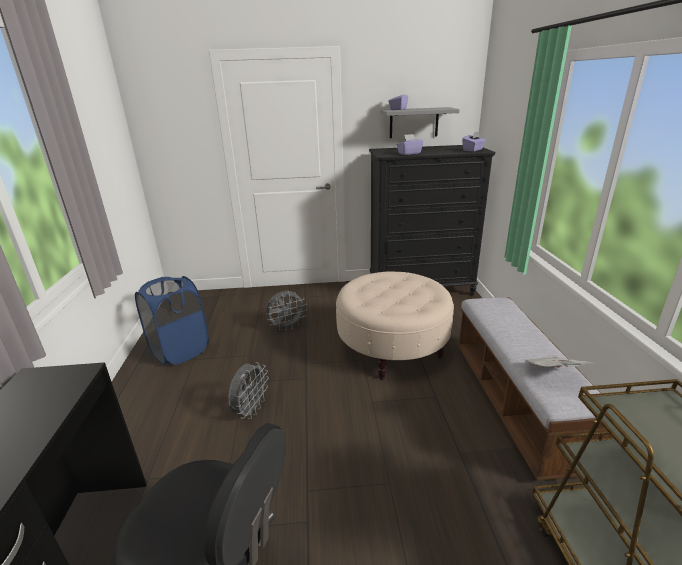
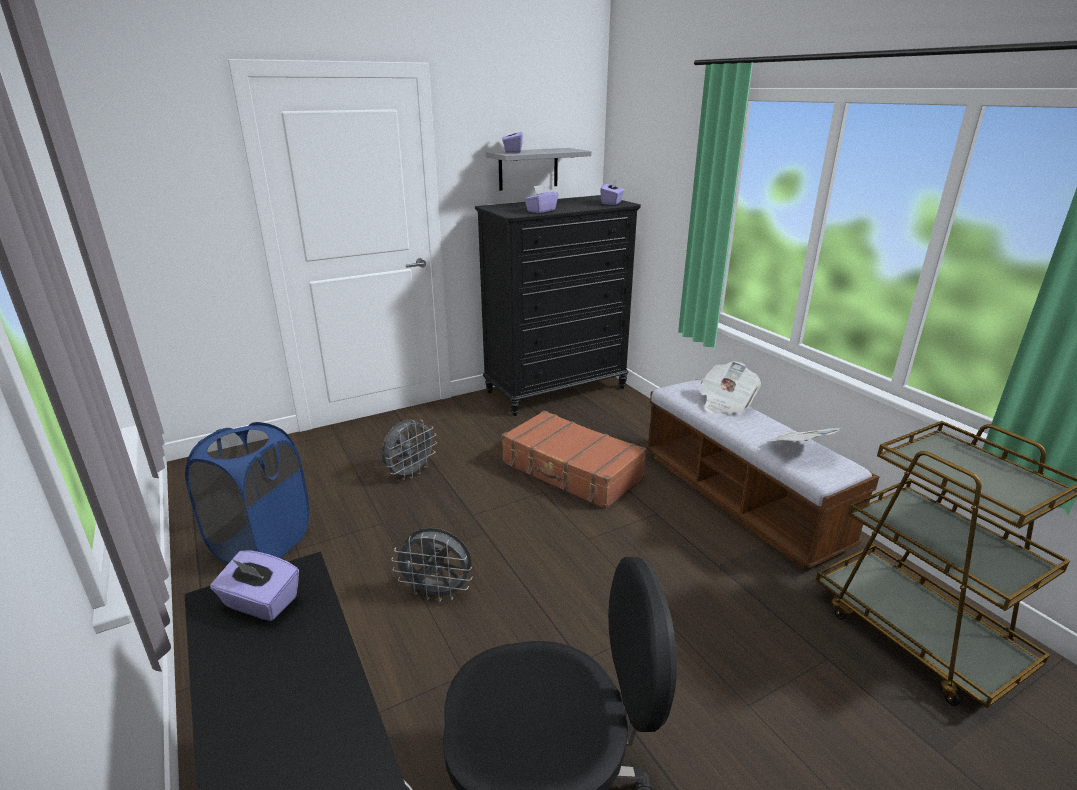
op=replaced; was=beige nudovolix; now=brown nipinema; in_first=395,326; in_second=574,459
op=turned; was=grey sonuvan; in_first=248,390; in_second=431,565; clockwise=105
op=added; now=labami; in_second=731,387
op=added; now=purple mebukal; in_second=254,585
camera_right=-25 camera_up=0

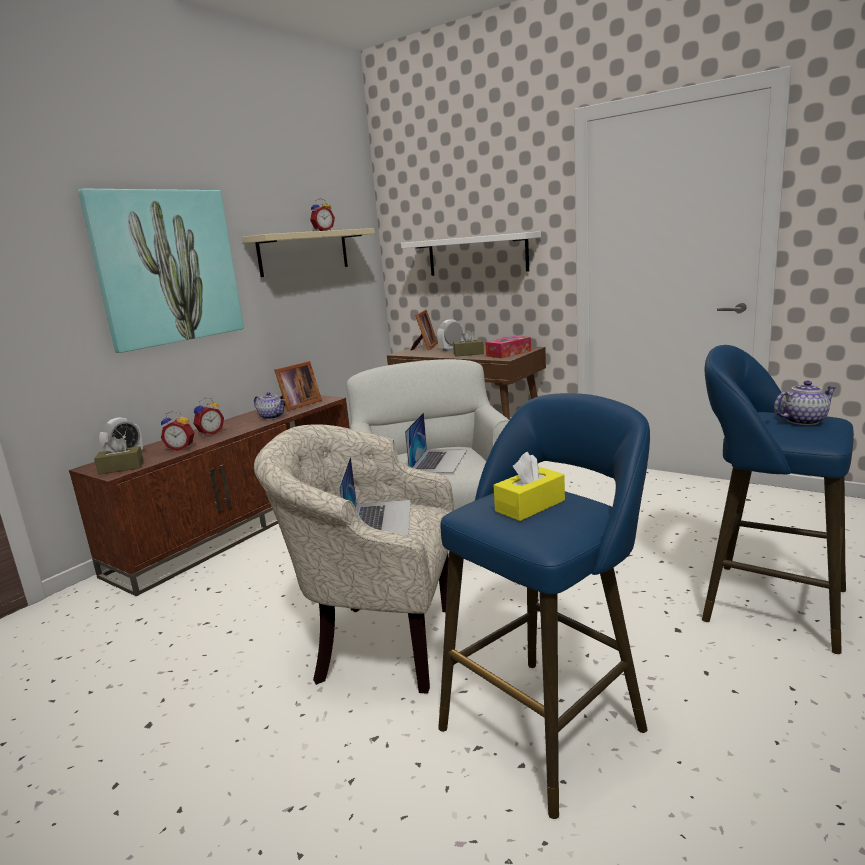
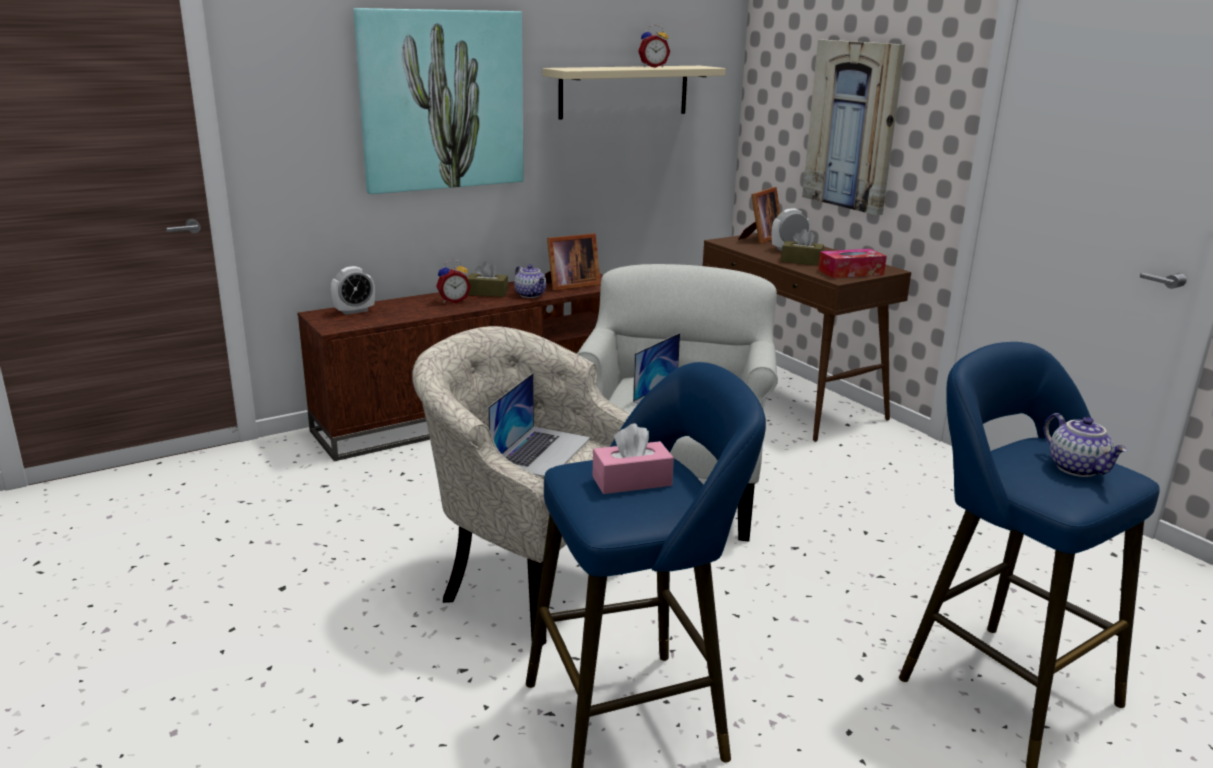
op=replaced; was=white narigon; now=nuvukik; in_first=471,253; in_second=853,128
op=turned; was=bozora; in_first=805,403; in_second=1085,445; clockwise=60
op=removed; was=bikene; in_first=178,431
op=moved; was=brown mebukal; in_first=119,455; in_second=487,279
op=recoloured; was=yellow mebukal; now=pink mebukal; in_first=529,486; in_second=633,458
camera_right=20 camera_up=5

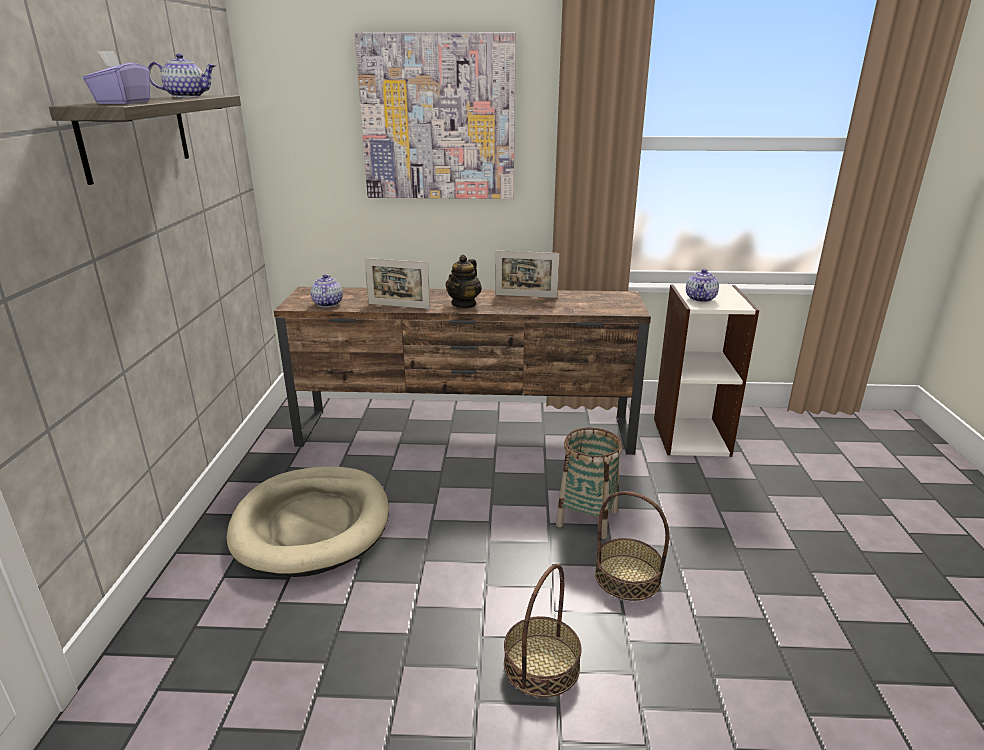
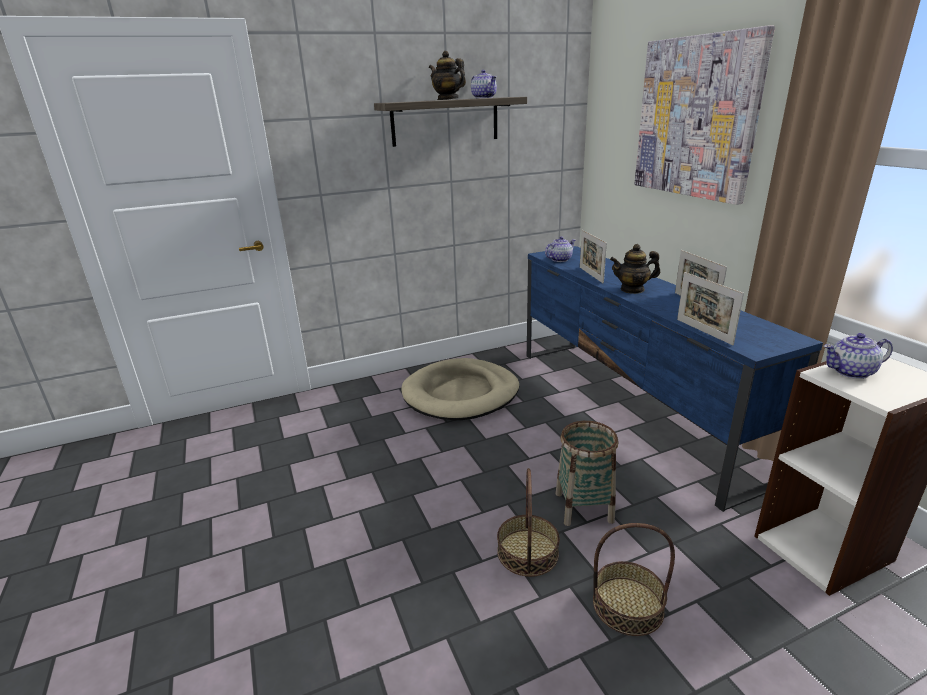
op=removed; was=purple mebukal; in_first=116,77
op=recoloured; was=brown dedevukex; now=blue dedevukex; in_first=462,371; in_second=675,379
op=moved; was=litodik; in_first=543,631; in_second=634,579
op=added; now=bozora; in_second=447,75
op=added; now=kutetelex; in_second=710,308
camera_right=65 camera_up=0

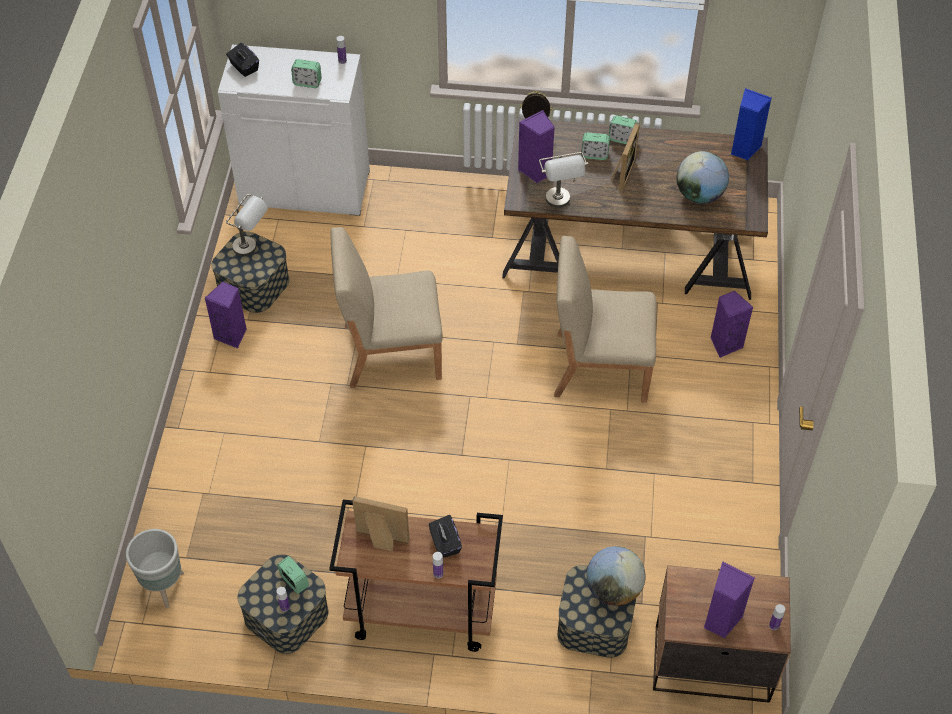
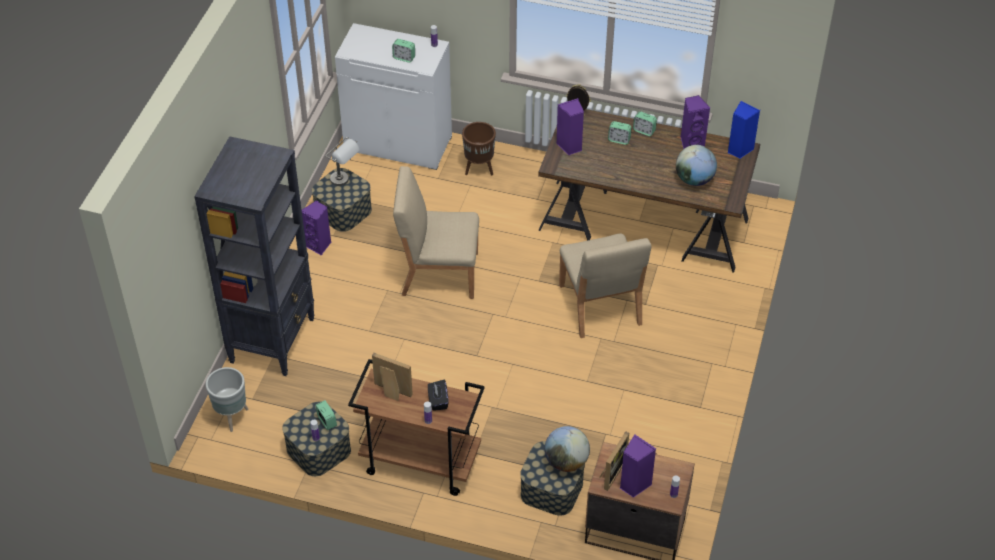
op=removed; was=black mebukal; in_first=242,60
op=moved; was=kutetelex; in_first=625,157; in_second=614,461
op=removed; was=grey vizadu; in_first=563,180
op=turned; was=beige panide; in_first=605,319; in_second=605,286; clockwise=-120
op=moved; was=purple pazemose; in_first=731,324; in_second=695,122
op=added; now=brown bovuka; in_second=479,148
op=added; now=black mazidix; in_second=254,256
camera_right=10 camera_up=-5

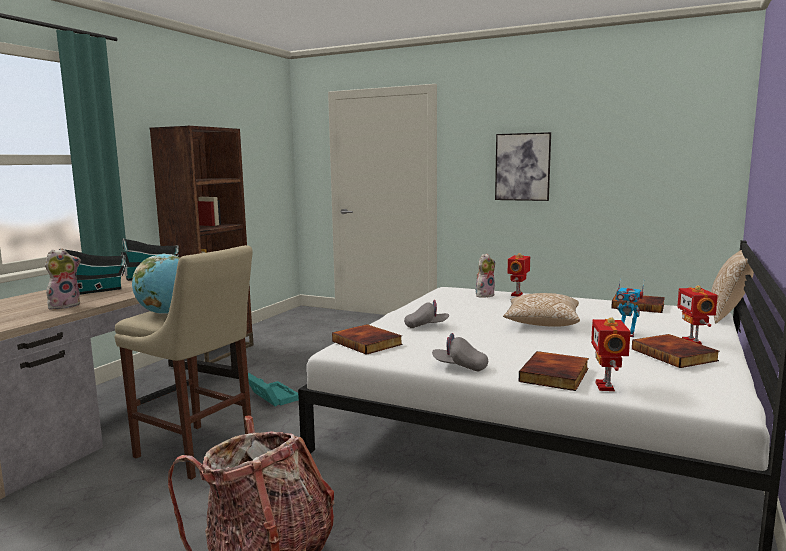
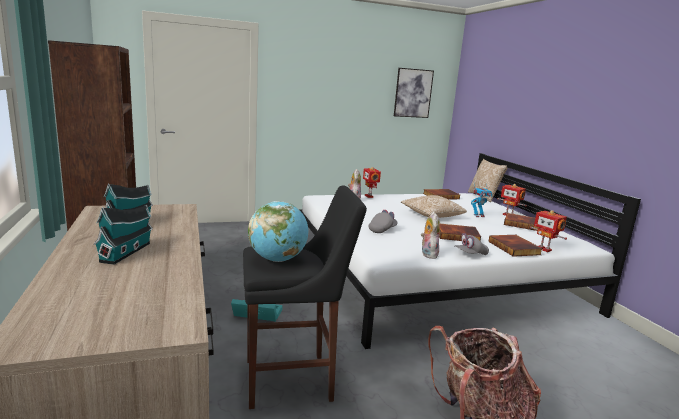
op=moved; was=nuvukik; in_first=523,166; in_second=414,93
op=recoloured; was=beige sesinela; now=black sesinela; in_first=184,362; in_second=305,297
op=moved; was=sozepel; in_first=63,279; in_second=430,235
op=moved; was=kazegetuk; in_first=367,339; in_second=460,232
camera_right=-45 camera_up=5

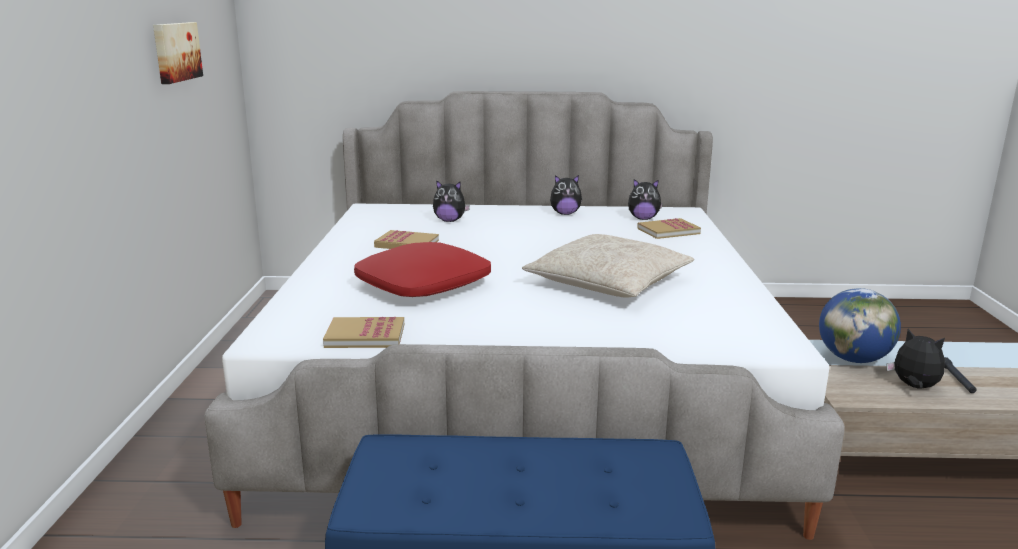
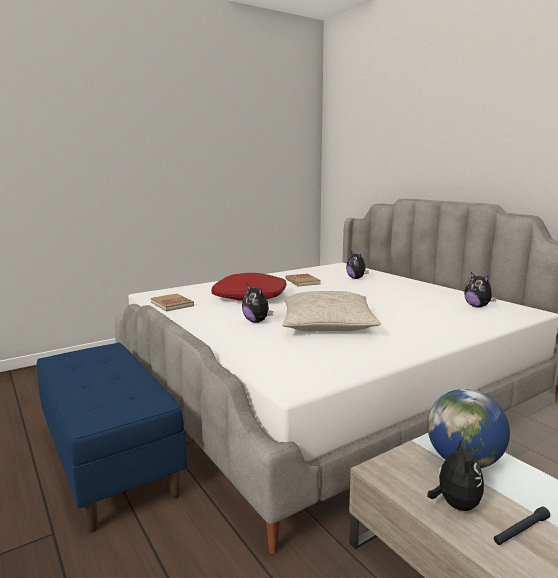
op=removed; was=nuvukik; in_first=178,53
op=moved; was=sozepel; in_first=566,195; in_second=257,304
op=removed; was=kazegetuk; in_first=669,228
camera_right=55 camera_up=-5

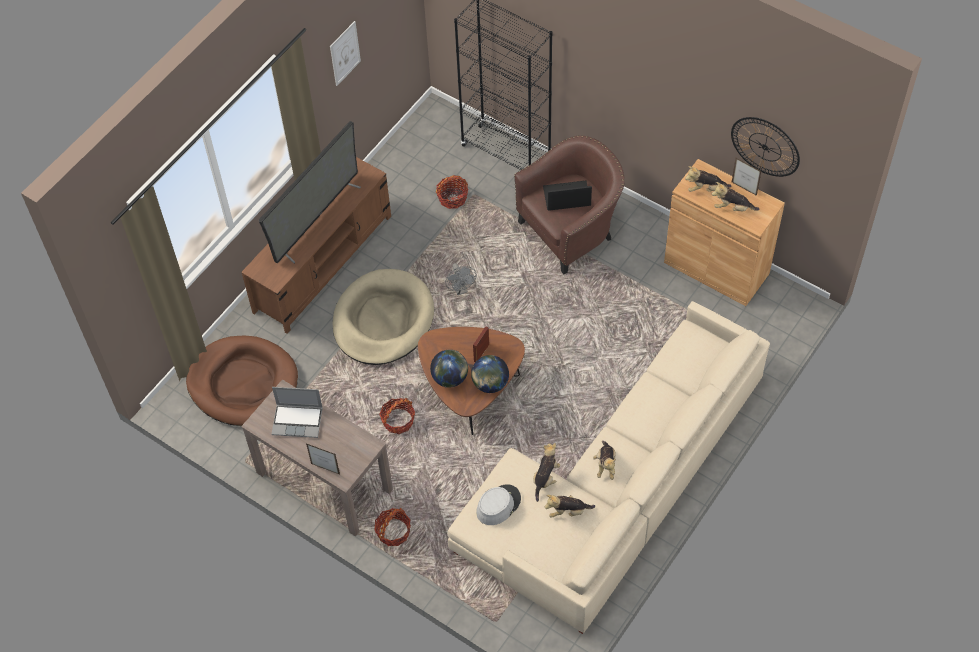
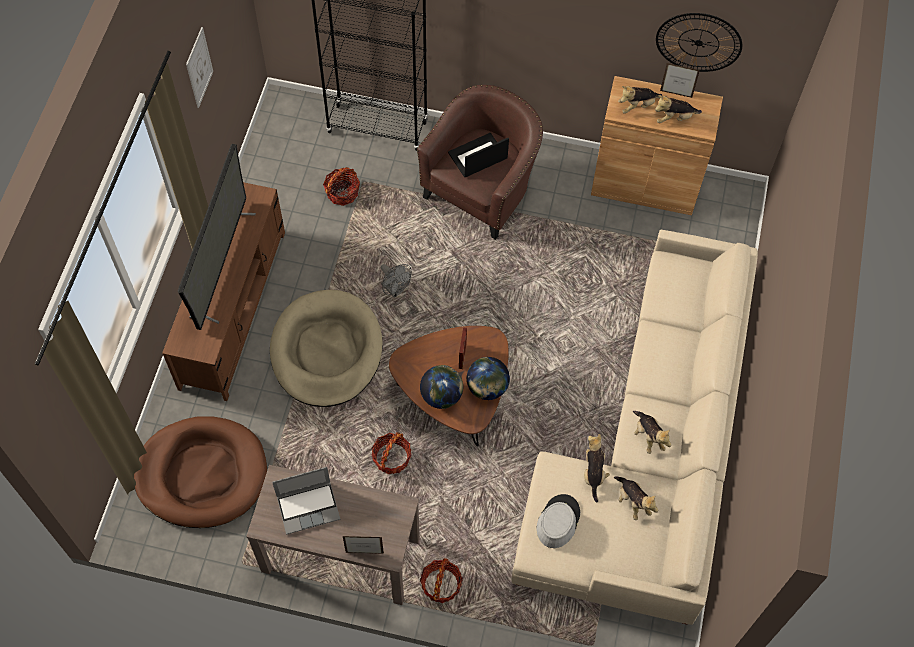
op=turned; was=sozepel; in_first=570,506; in_second=636,498; clockwise=-90
camera_right=-25 camera_up=5

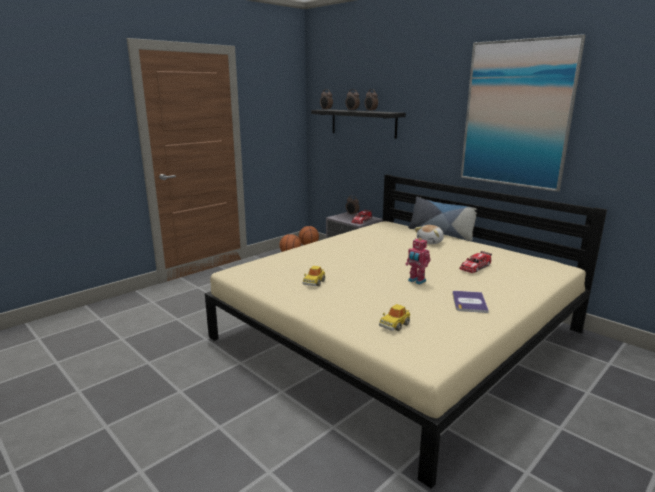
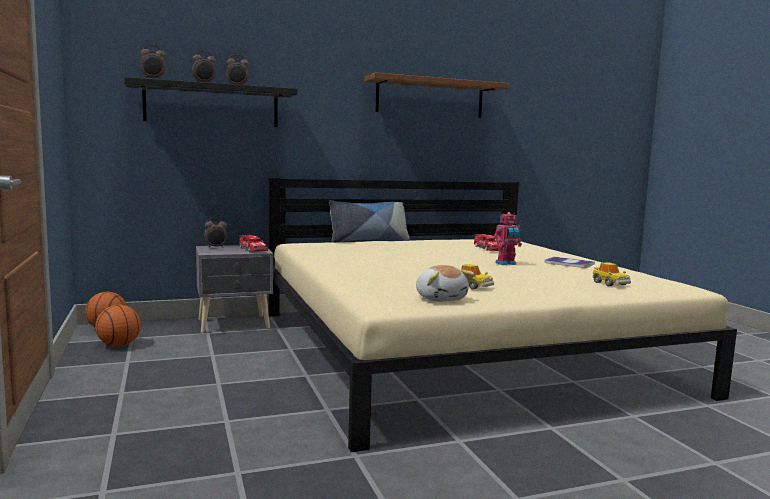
op=replaced; was=nuvukik; now=brown narigon; in_first=523,113; in_second=436,95
op=moved; was=sozepel; in_first=429,234; in_second=445,283
camera_right=-65 camera_up=-10

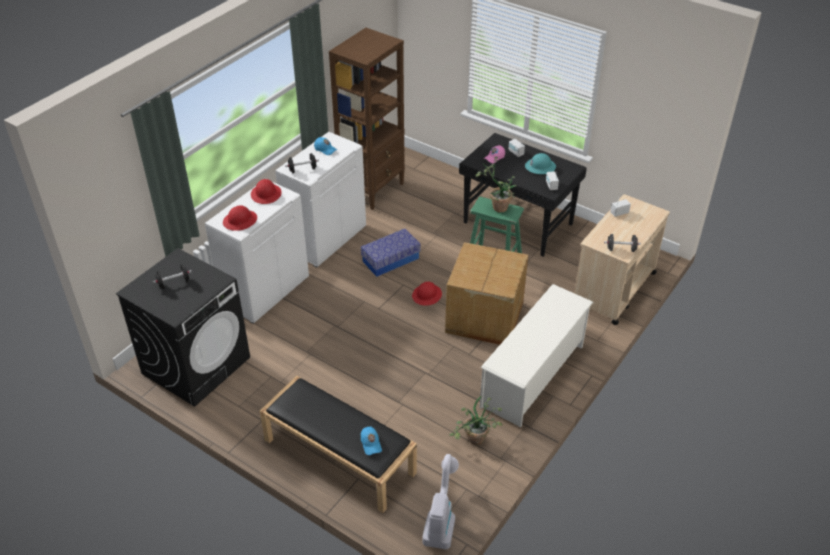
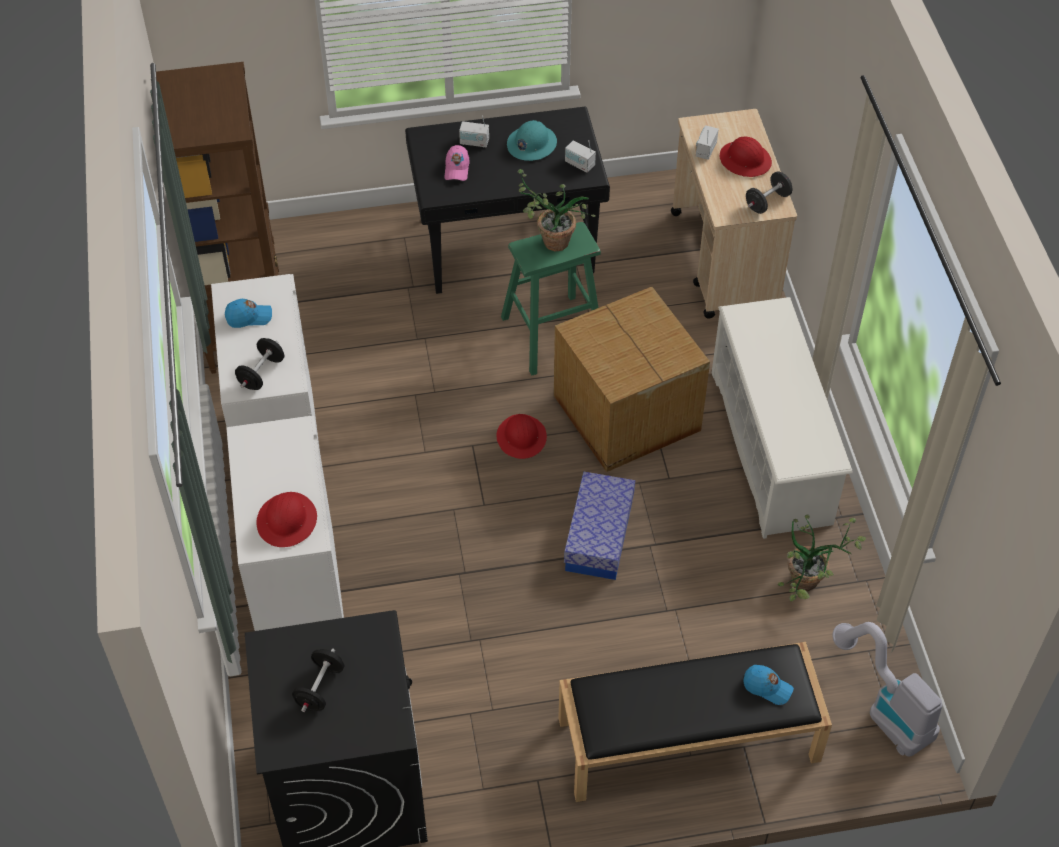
op=moved; was=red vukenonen; in_first=266,191; in_second=746,157
op=moved; was=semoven; in_first=390,253; in_second=599,526
camera_right=-45 camera_up=10

